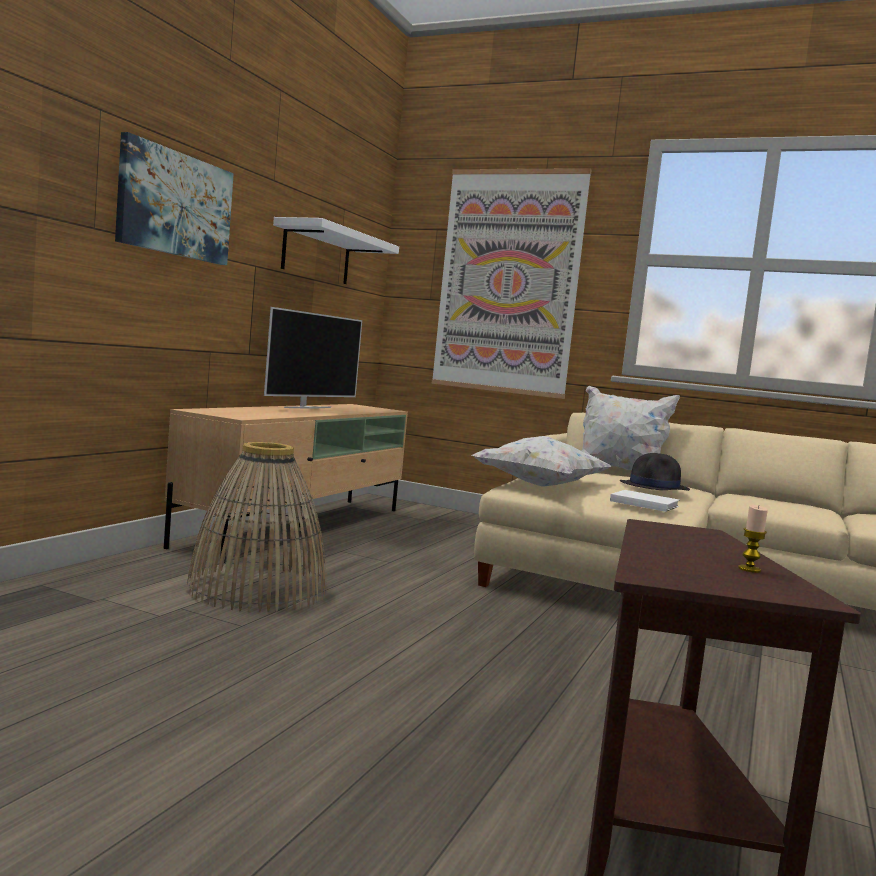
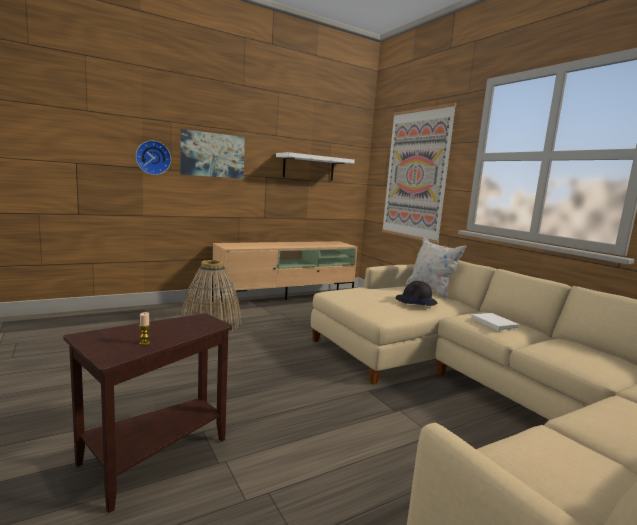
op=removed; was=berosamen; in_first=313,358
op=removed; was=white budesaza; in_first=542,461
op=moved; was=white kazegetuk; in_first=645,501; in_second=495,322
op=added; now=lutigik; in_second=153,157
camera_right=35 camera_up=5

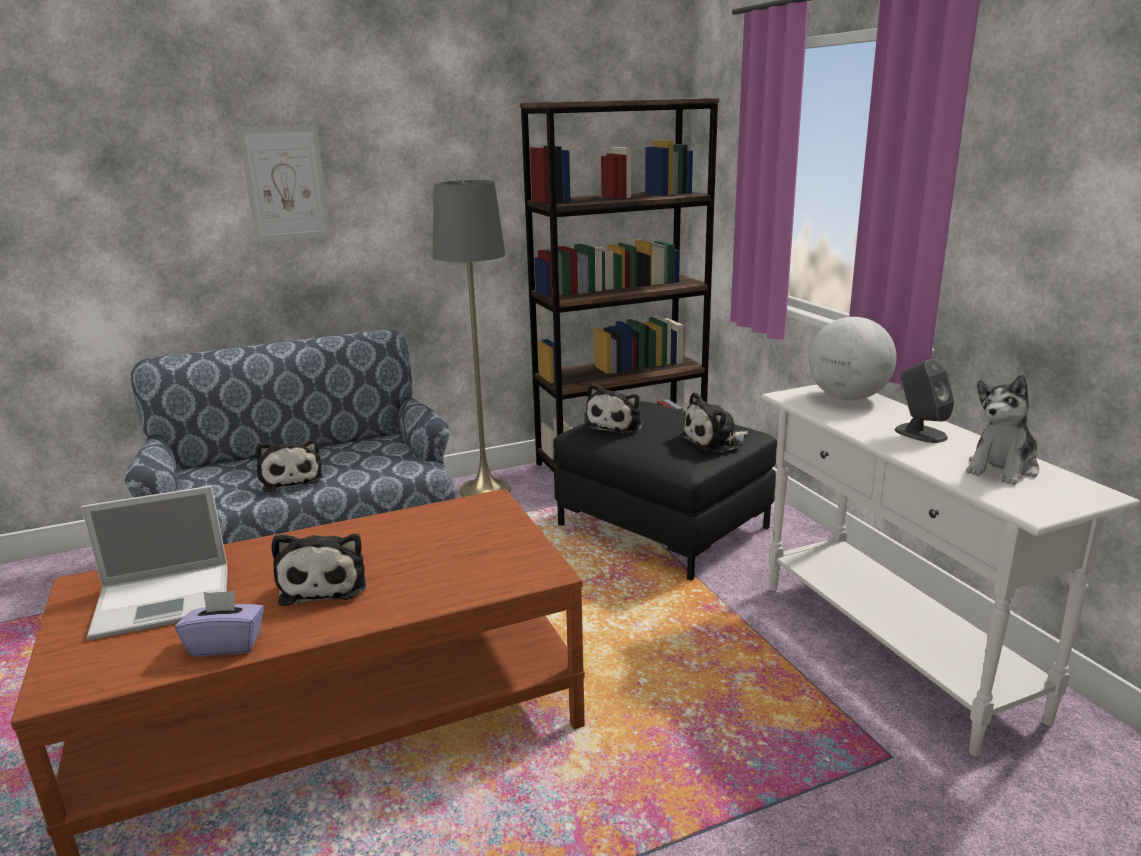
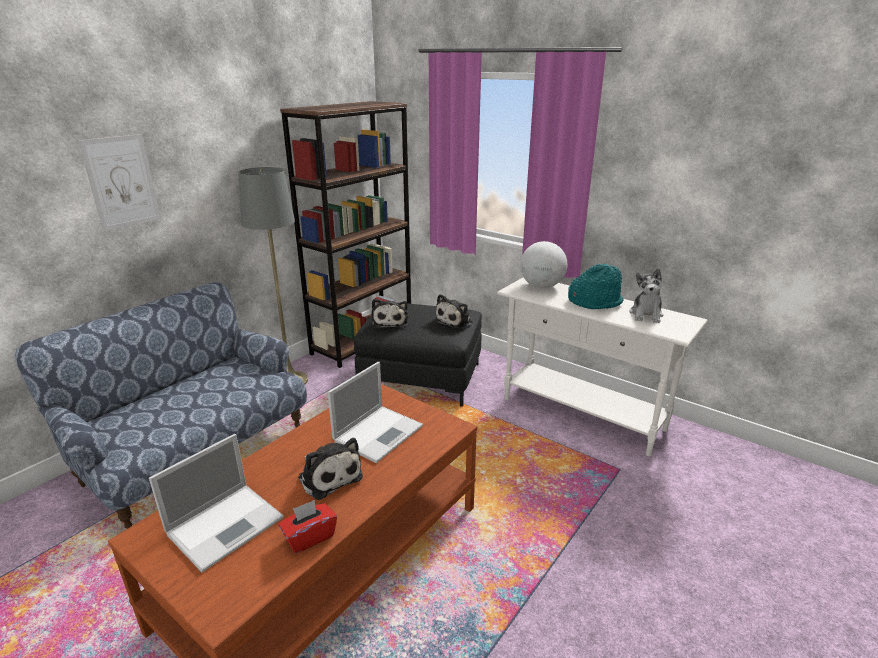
op=replaced; was=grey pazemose; now=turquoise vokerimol; in_first=924,401; in_second=596,286
op=removed; was=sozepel; in_first=289,466
op=recoloured; was=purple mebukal; now=red mebukal; in_first=219,623; in_second=307,526
op=added; now=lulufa; in_second=375,412
camera_right=-30 camera_up=5

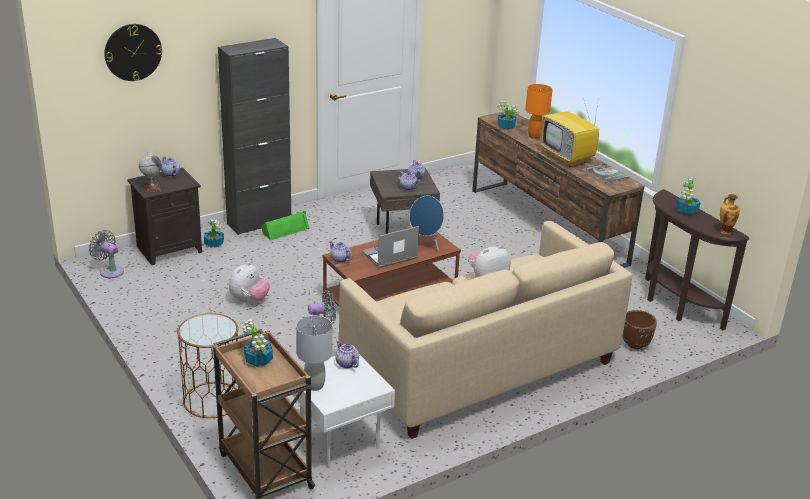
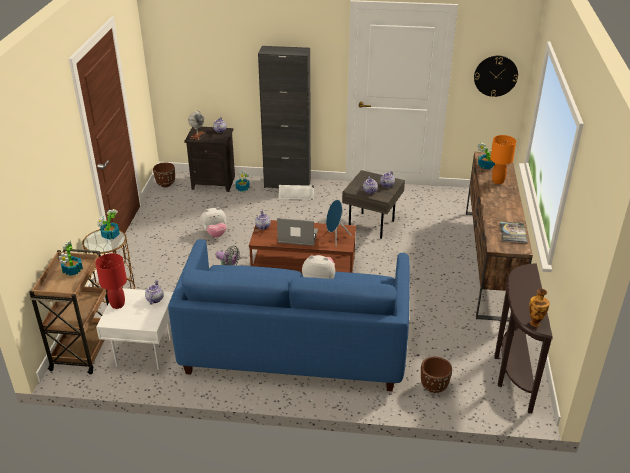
op=moved; was=lutigik; in_first=133,52; in_second=496,76
op=removed; was=berosamen; in_first=569,134
op=moved; was=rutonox; in_first=688,196; in_second=108,224
op=recoloured; was=green pazemose; now=white pazemose; in_first=285,225; in_second=296,192
op=recoloured; was=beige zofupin; now=blue zofupin; in_first=485,330; in_second=289,315
op=replaced; was=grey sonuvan; now=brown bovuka; in_first=106,254; in_second=164,174
op=recoloured; was=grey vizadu; now=red vizadu; in_first=314,353; in_second=111,281
camera_right=40 camera_up=5

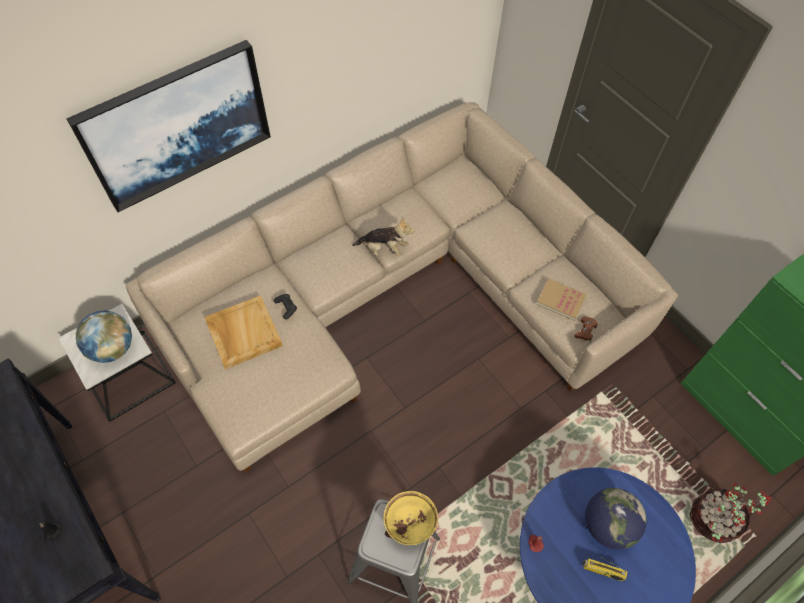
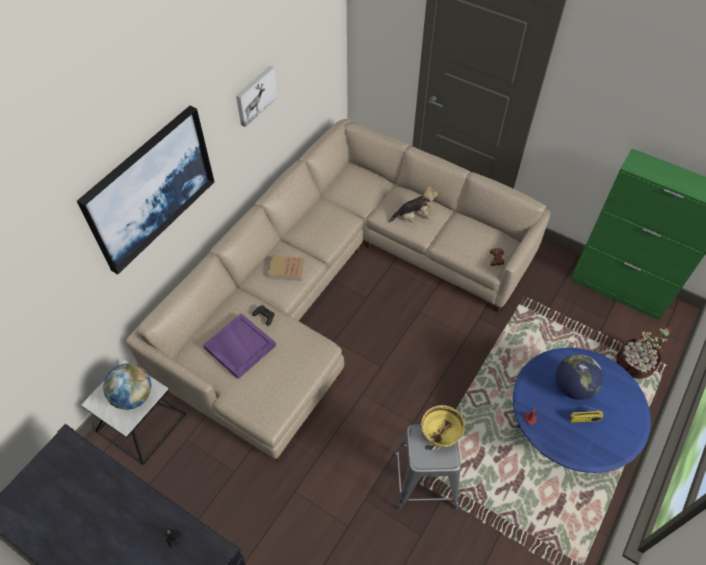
op=moved; was=sozepel; in_first=383,237; in_second=413,204
op=moved; was=kazegetuk; in_first=561,300; in_second=286,268
op=recoloured; was=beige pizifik; now=purple pizifik; in_first=244,332; in_second=239,346
op=added; now=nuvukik; in_second=257,96
camera_right=-20 camera_up=-5

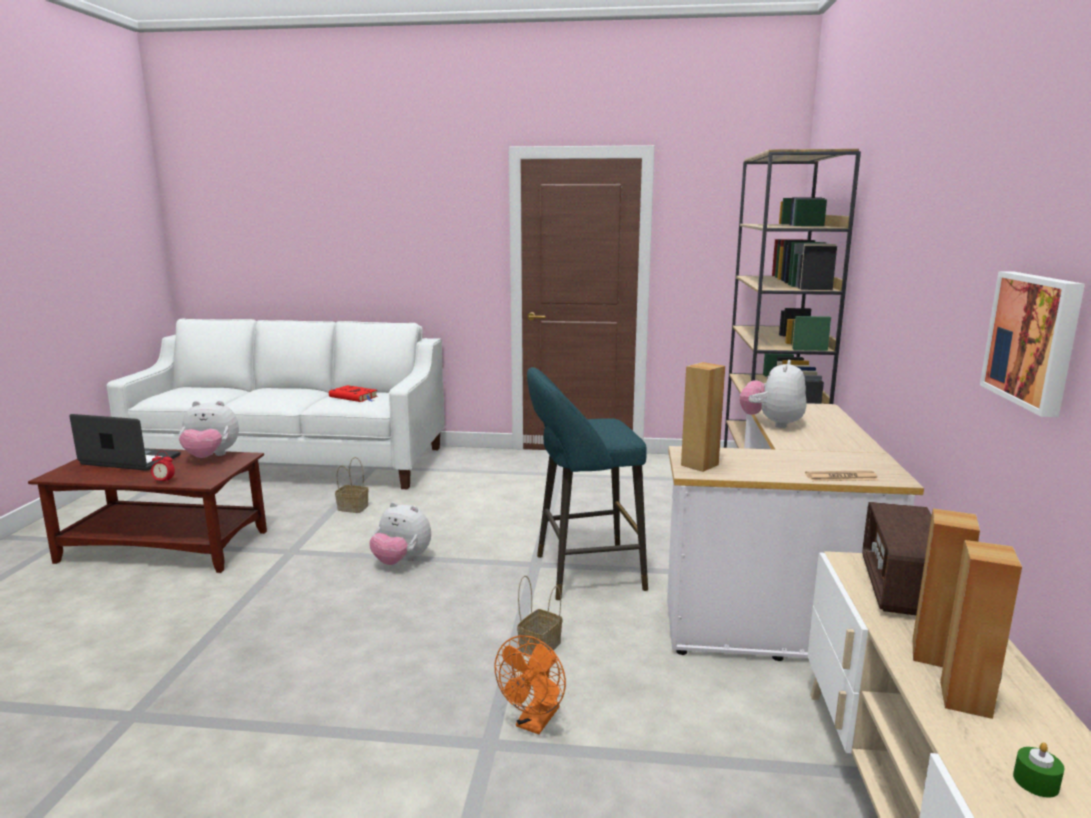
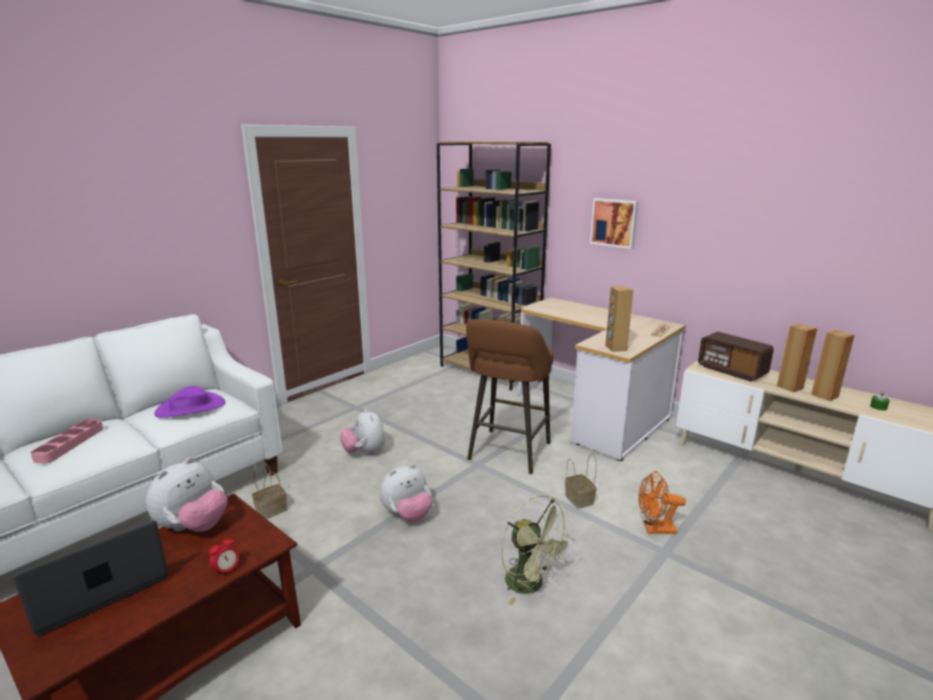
op=moved; was=nuvukik; in_first=1032,344; in_second=614,223
op=moved; was=sozepel; in_first=773,394; in_second=362,432
op=recoloured; was=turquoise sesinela; now=brown sesinela; in_first=587,483; in_second=509,396
op=replaced; was=red kazegetuk; now=purple vokerimol; in_first=353,393; in_second=189,402
op=turned; was=orange sonuvan; in_first=530,684; in_second=662,502; clockwise=120
op=added; now=pink pizifik; in_second=66,441
op=added; now=green sonuvan; in_second=538,550
camera_right=-55 camera_up=5

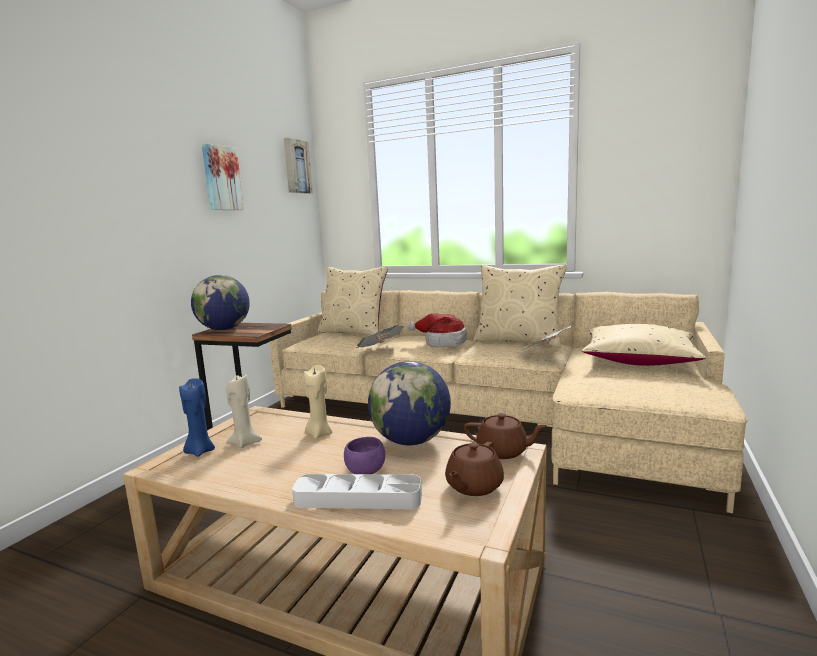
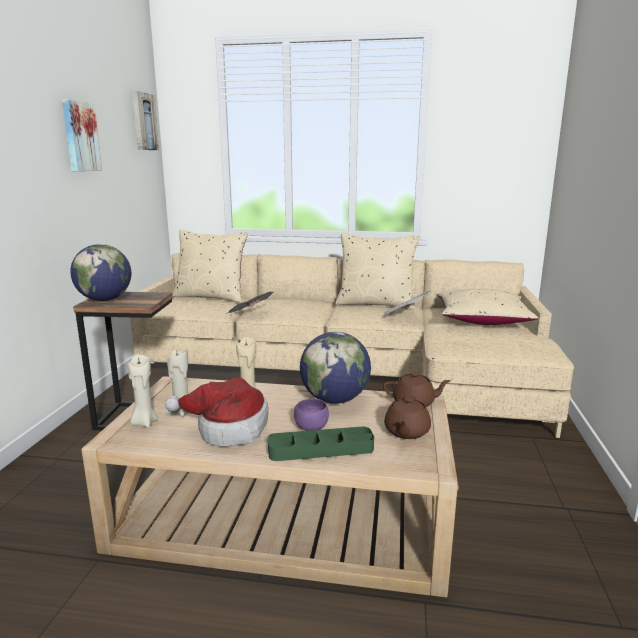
op=moved; was=vokerimol; in_first=437,330; in_second=216,412
op=recoloured; was=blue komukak; now=beige komukak; in_first=197,417; in_second=143,391
op=recoloured; was=grey pizifik; now=green pizifik; in_first=357,491; in_second=321,444
camera_right=-15 camera_up=5

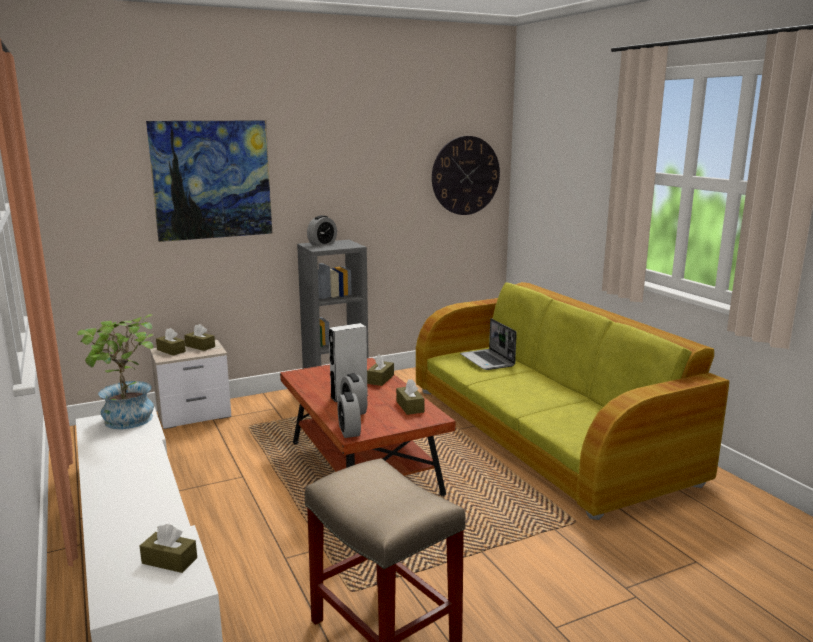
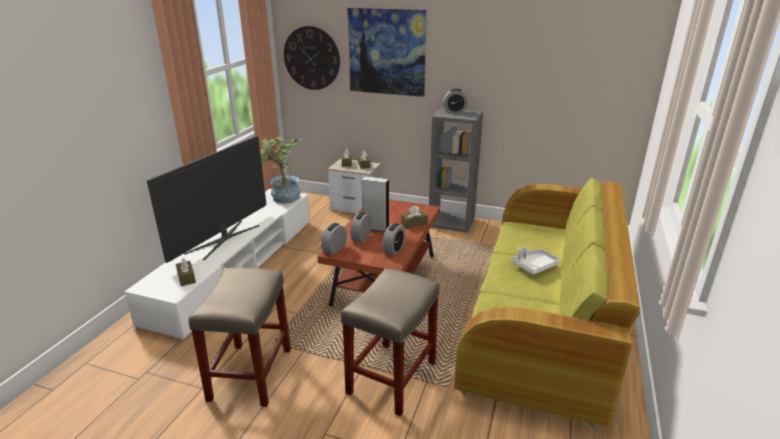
op=moved; was=lutigik; in_first=466,175; in_second=312,58
op=removed; was=lulufa; in_first=488,344
op=replaced; was=brown mebukal; now=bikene; in_first=410,397; in_second=393,239
op=added; now=berosamen; in_second=207,199
op=added; now=white pizifik; in_second=536,261
op=added; now=beige sesinela; in_second=390,342
camera_right=45 camera_up=10

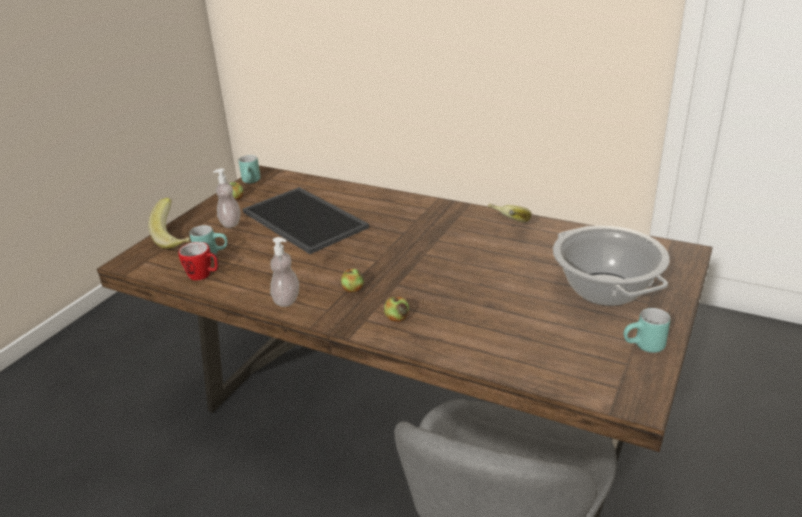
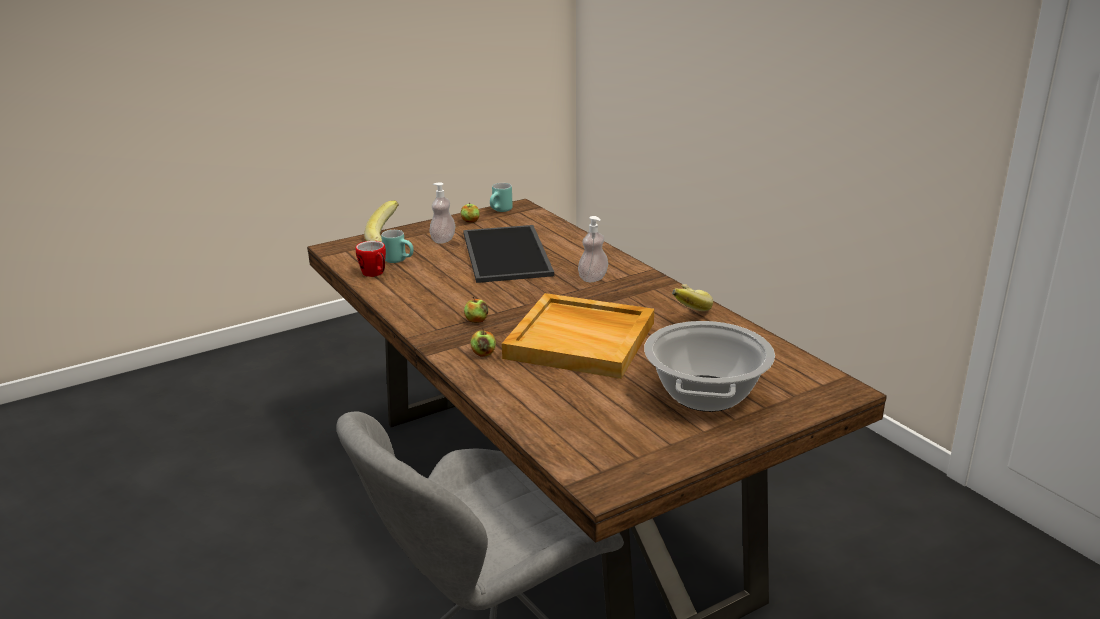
op=moved; was=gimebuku; in_first=284,272; in_second=593,249
op=removed; was=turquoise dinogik; in_first=647,330
op=added; now=beige pizifik; in_second=578,336
camera_right=30 camera_up=-5

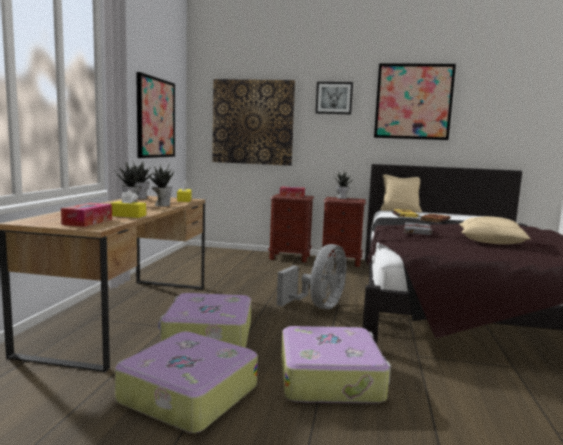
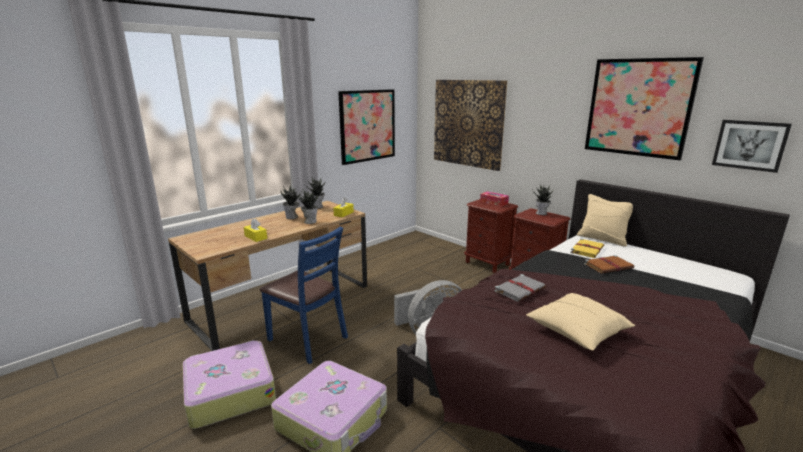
op=moved; was=nuvukik; in_first=334,98; in_second=752,146
op=removed; was=mebukal; in_first=86,215
op=replaced; was=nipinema; now=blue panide; in_first=205,320; in_second=304,295
camera_right=35 camera_up=10

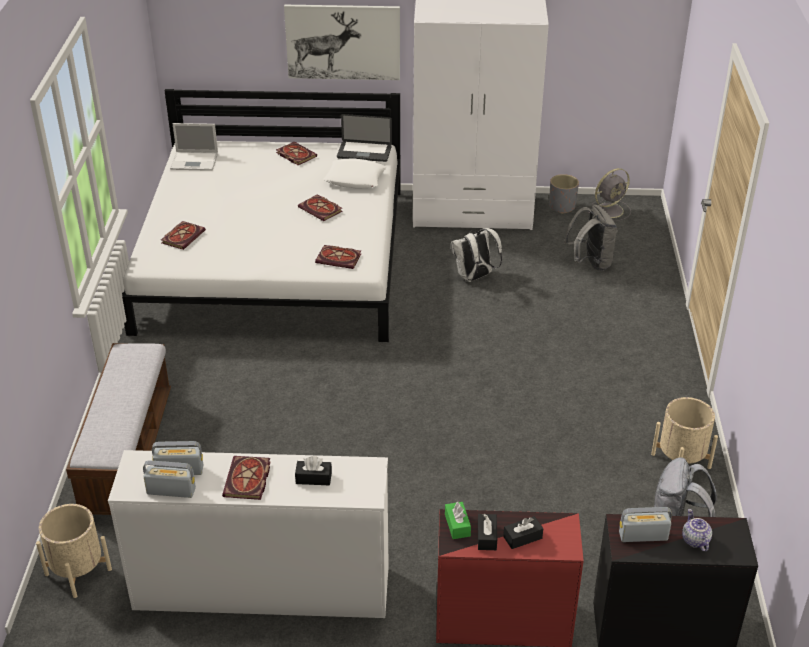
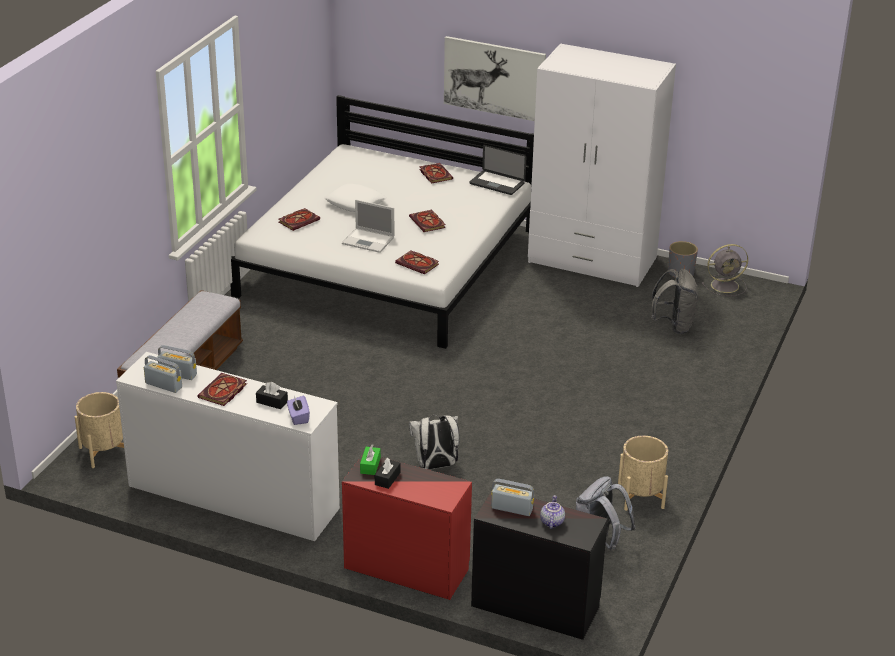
op=moved; was=lulufa; in_first=194,147; in_second=368,226
op=moved; was=white budesaza; in_first=355,173; in_second=355,198
op=moved; was=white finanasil; in_first=476,255; in_second=434,442
op=removed; was=black mebukal; in_first=523,532
op=added; now=purple mebukal; in_second=298,410
camera_right=20 camera_up=-5

